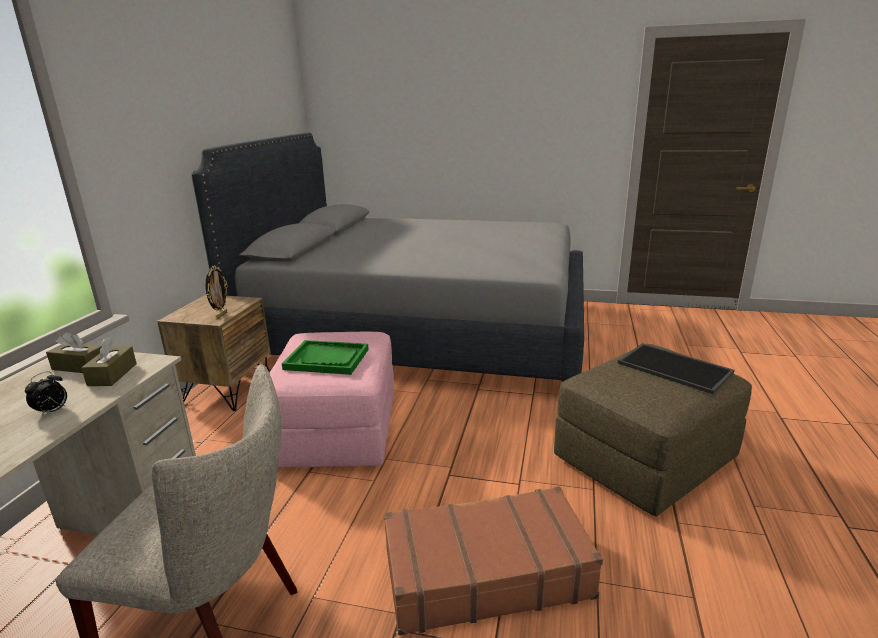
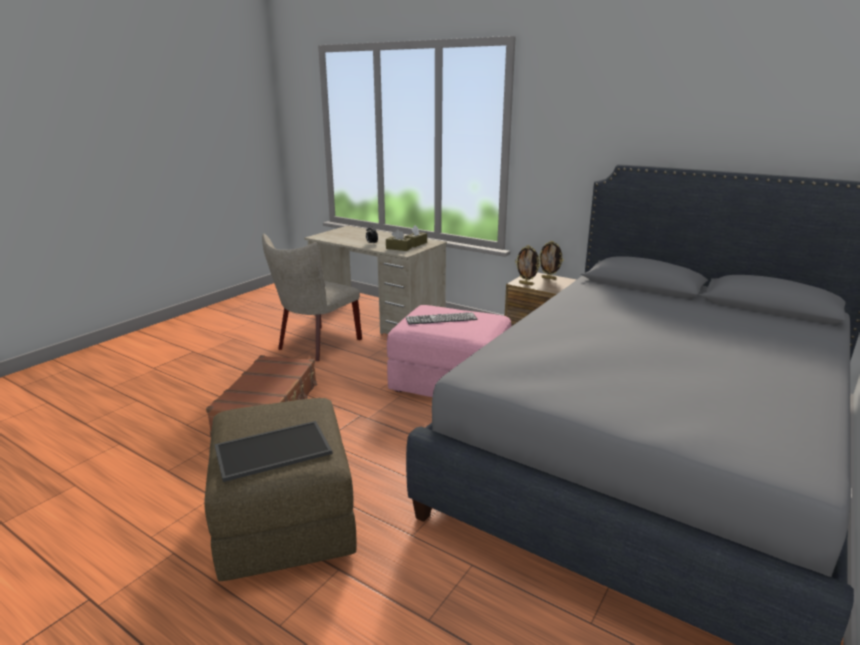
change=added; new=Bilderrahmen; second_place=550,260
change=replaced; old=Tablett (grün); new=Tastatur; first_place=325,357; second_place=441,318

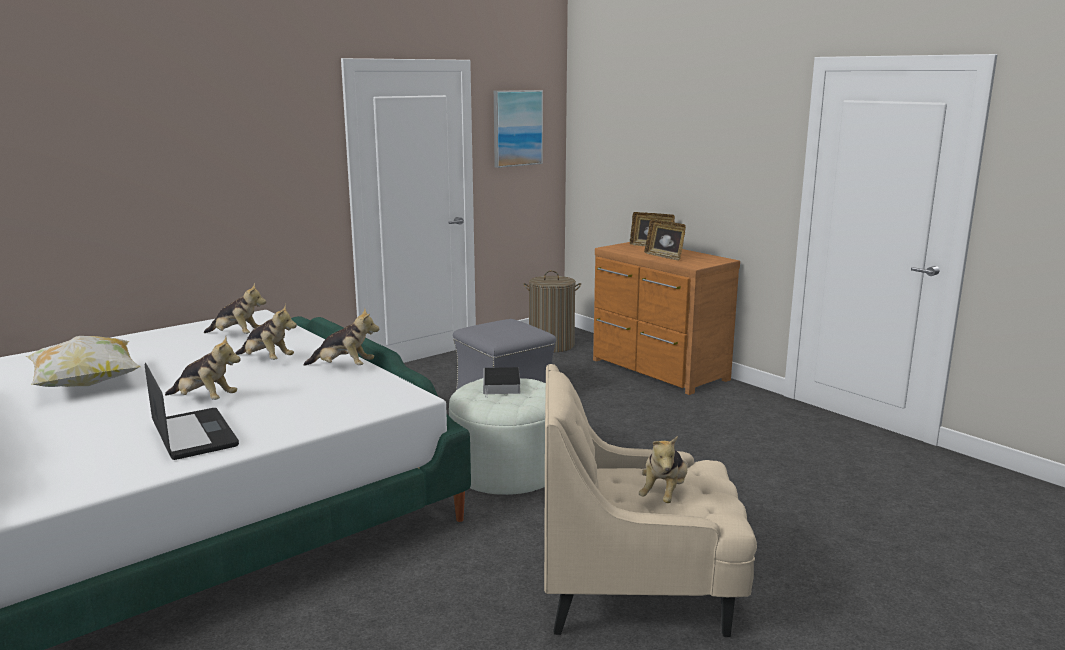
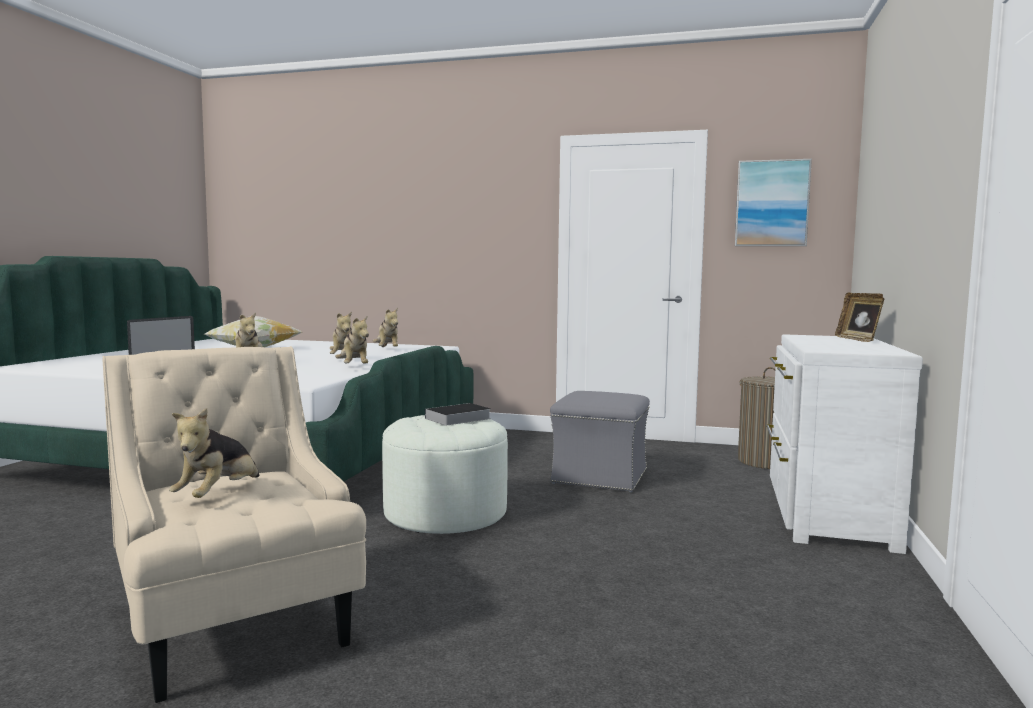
change=removed; old=Bilderrahmen; first_place=665,240
change=recoloured; old=Kommode (braun); new=Kommode (weiß); first_place=666,318; second_place=844,444
change=turned; old=Plüschtier; first_place=663,469; second_place=214,453; degrees=-60

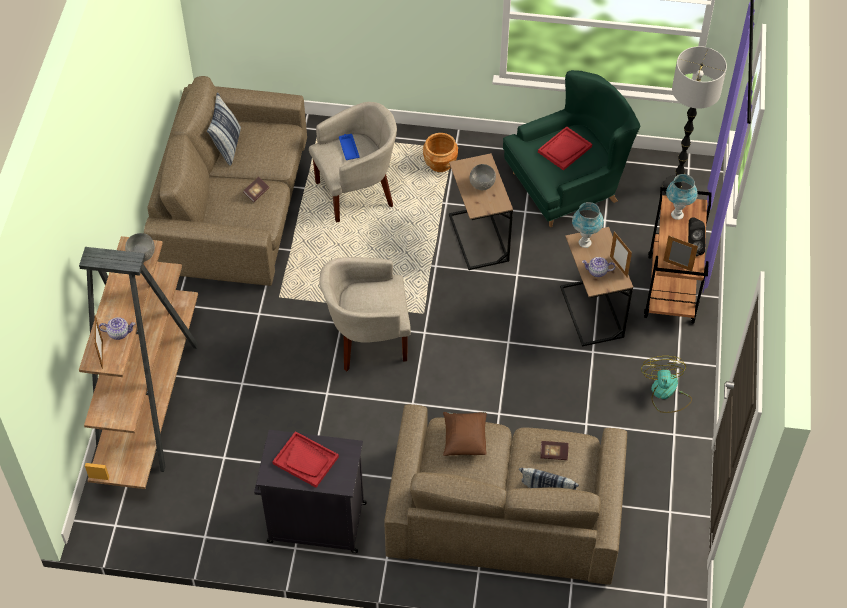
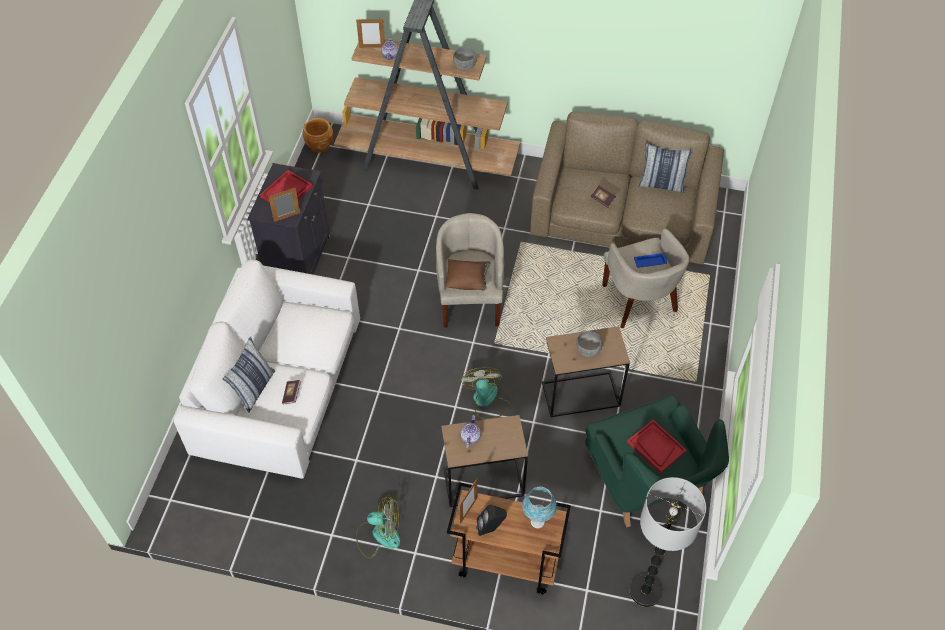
change=removed; old=Tischlampe (blau); first_place=588,225
change=added; new=Ventilator; second_place=486,393
change=moved; old=Pflanzkübel (braun); first_place=440,152; second_place=317,135
change=moved; old=Kissen (braun); first_place=465,434; second_place=467,274
change=moved; old=Bilderrahmen; first_place=621,254; second_place=284,205
change=recoloured; old=Sofa (braun); new=Sofa (weiß); first_place=505,494; second_place=267,369

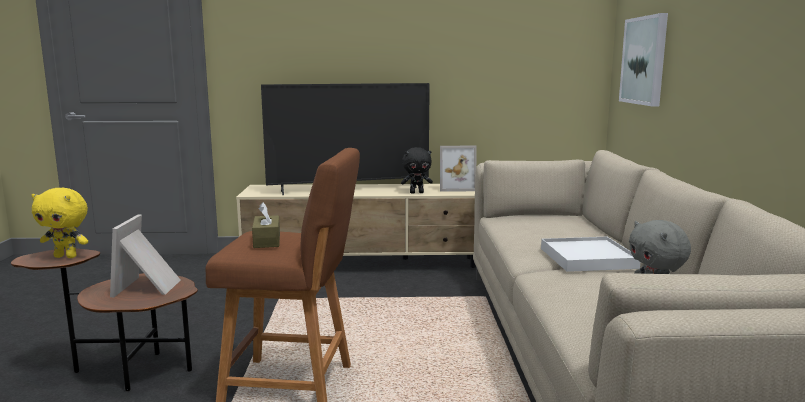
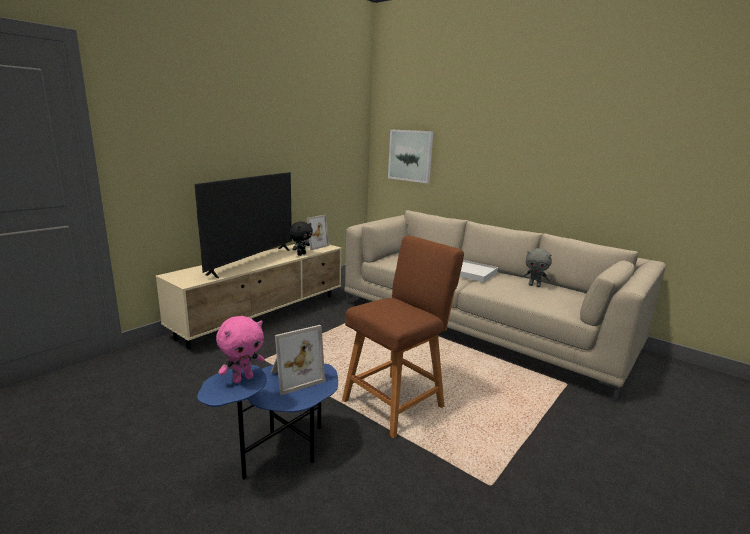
change=removed; old=Taschentuchbox (braun); first_place=266,225
change=recoloured; old=Beistelltisch (braun); new=Beistelltisch (blau); first_place=104,320; second_place=267,422
change=recoloured; old=Plüschtier (gelb); new=Plüschtier (rosa); first_place=60,223; second_place=240,350
change=turned; old=Bilderrahmen; first_place=145,255; second_place=297,360; degrees=-75

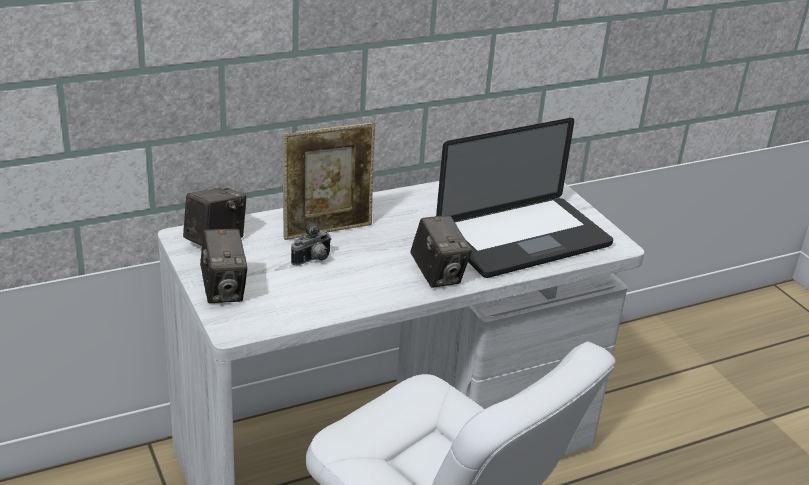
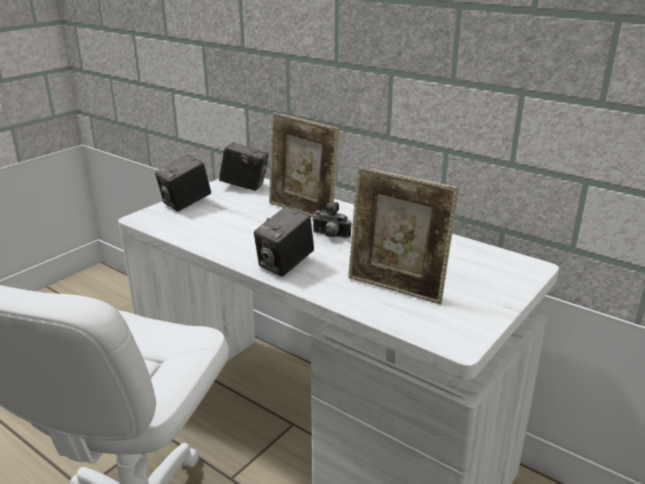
change=moved; old=Kamera; first_place=311,243; second_place=331,220
change=replaced; old=Laptop; new=Bilderrahmen; first_place=524,198; second_place=403,235

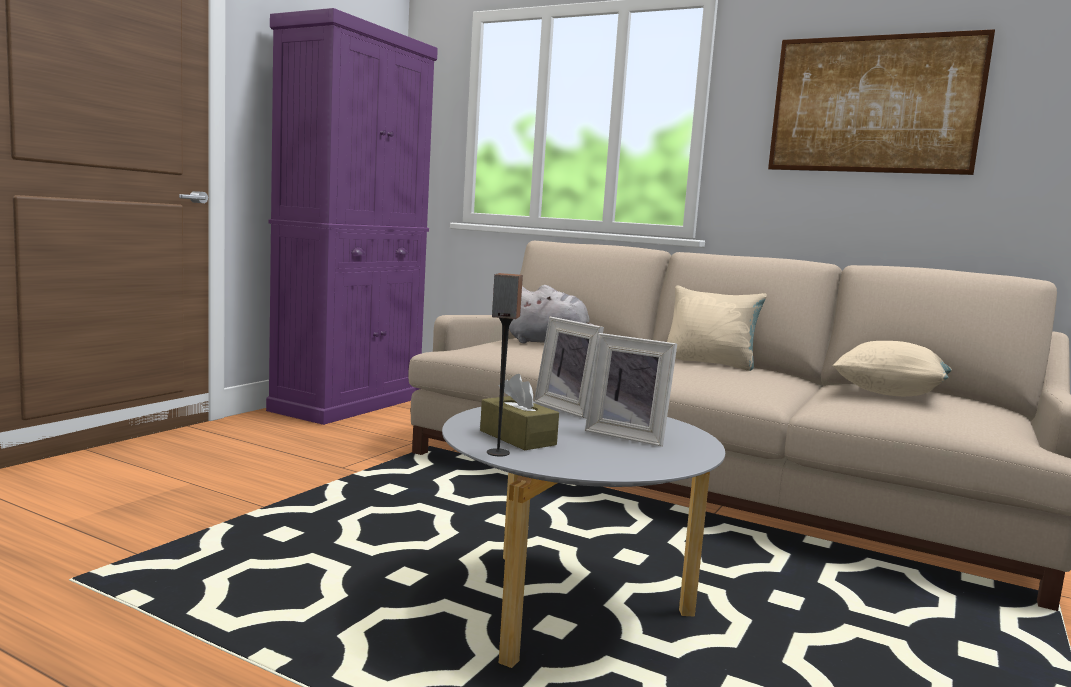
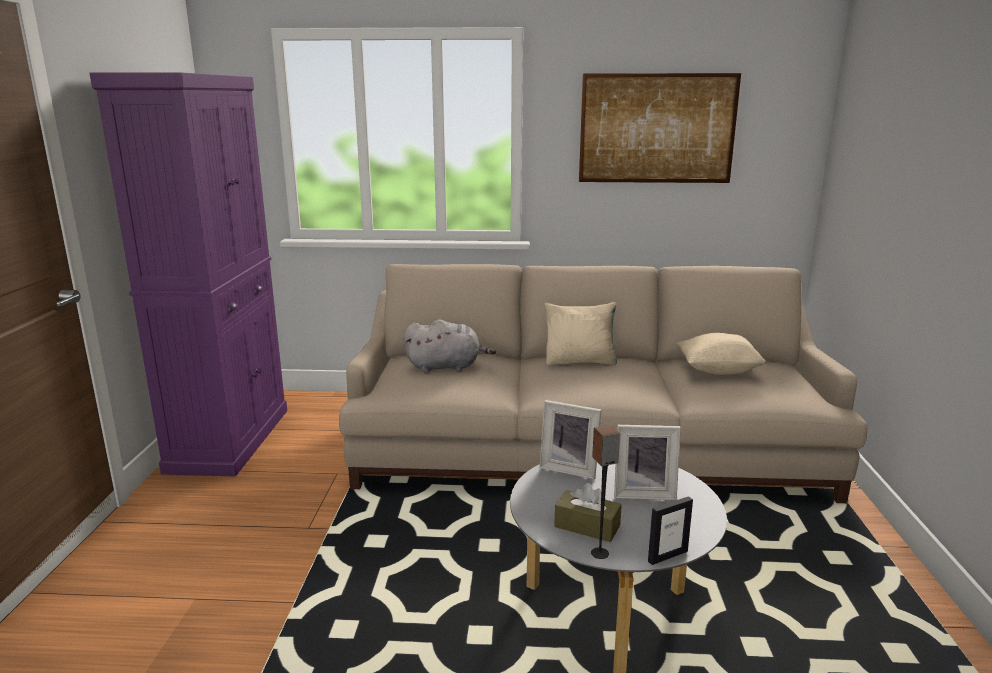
change=added; new=Bilderrahmen; second_place=670,530

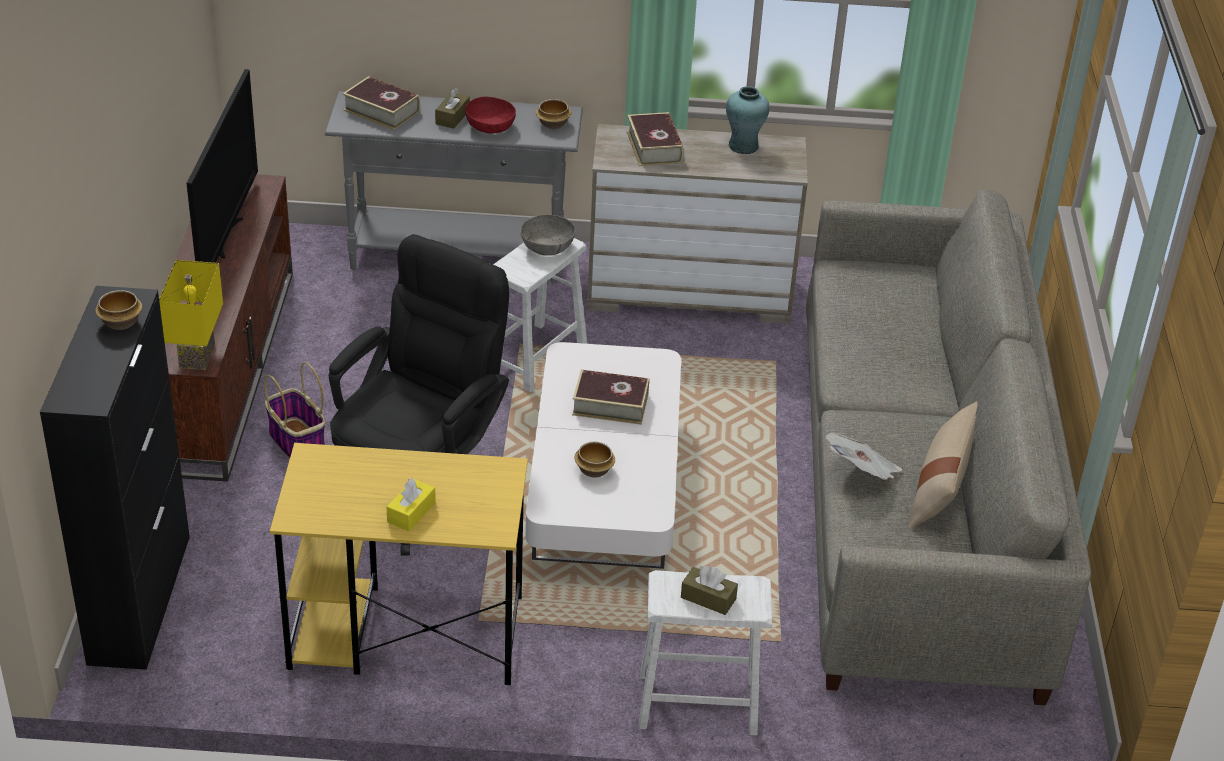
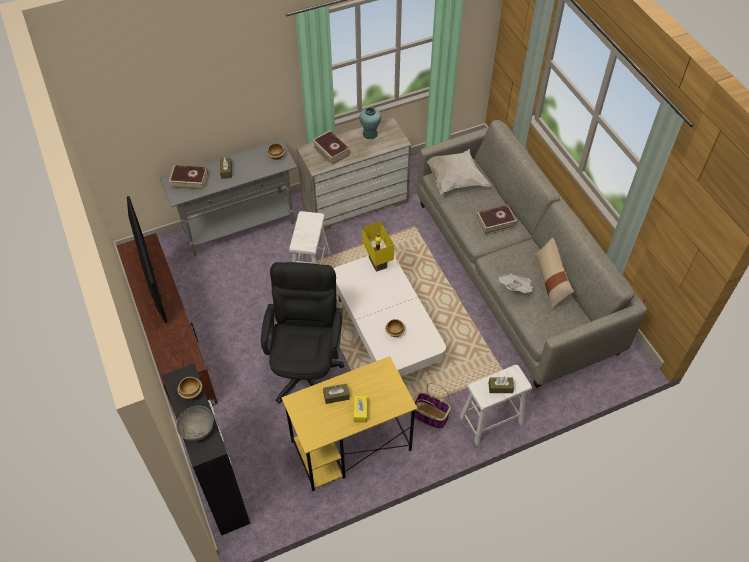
change=removed; old=Schüssel (rot); first_place=490,115
change=added; new=Taschentuchbox (braun); second_place=336,394
change=added; new=Kissen (weiß); second_place=459,171
change=moved; old=Tischlampe (gelb); first_place=191,315; second_place=378,246
change=moved; old=Korb; first_place=294,410; second_place=432,406
change=moved; old=Schüssel (grau); first_place=547,235; second_place=195,423
change=moved; old=Buch; first_place=610,397; second_place=496,220

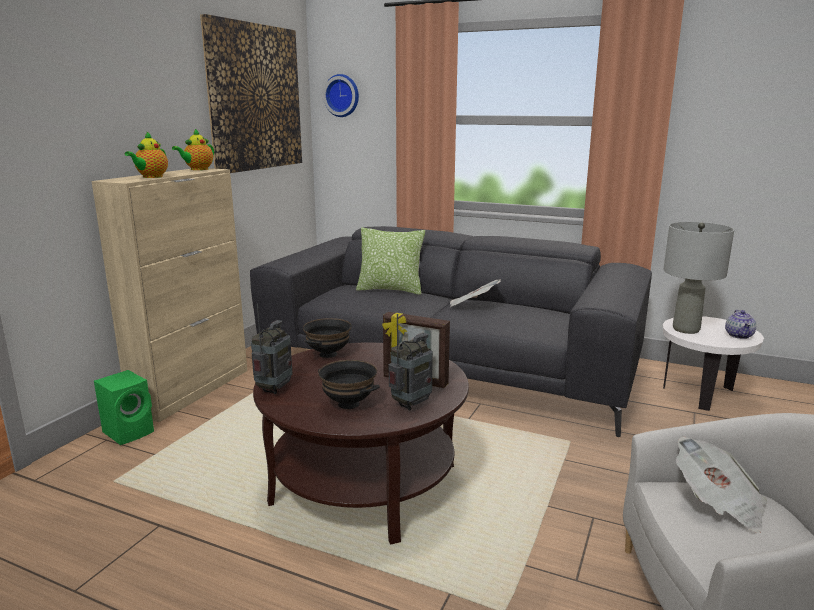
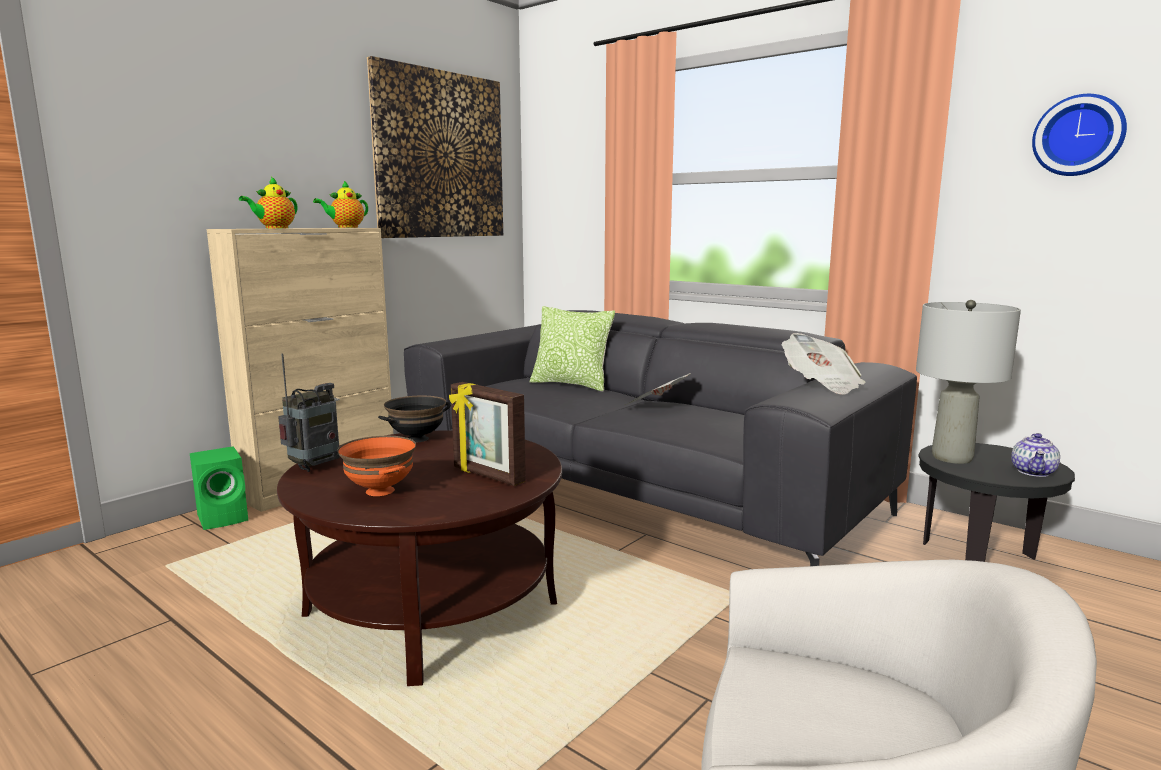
change=removed; old=Radio; first_place=411,362
change=moved; old=Wanduhr; first_place=341,95; second_place=1079,135
change=moved; old=Zeitung; first_place=721,484; second_place=824,364
change=recoloured; old=Schüssel (schwarz); new=Schüssel (orange); first_place=349,384; second_place=377,466
change=recoloured; old=Beistelltisch (weiß); new=Beistelltisch (schwarz); first_place=713,363; second_place=996,502

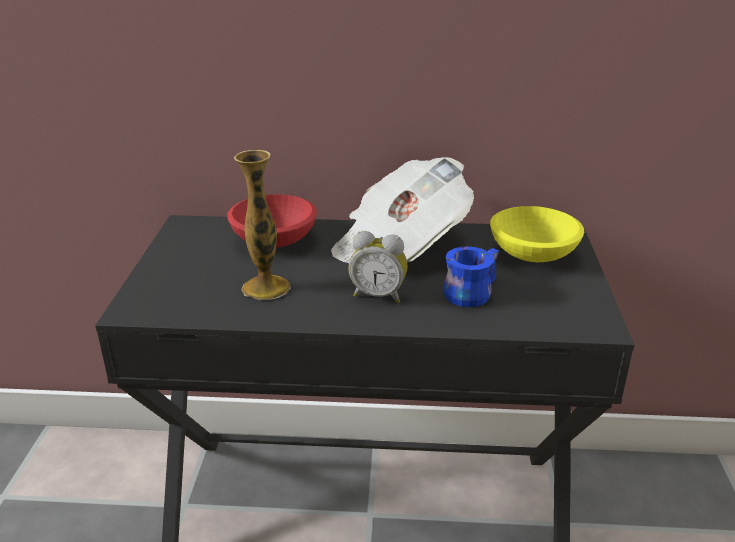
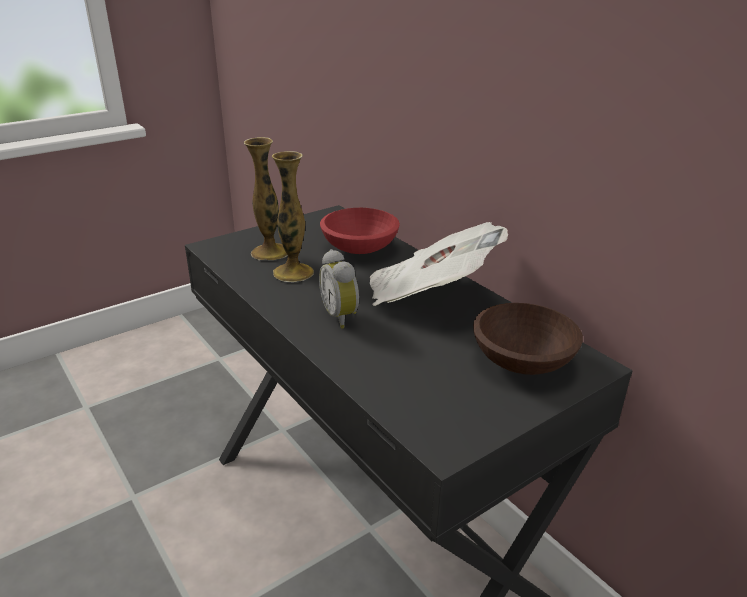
change=removed; old=Henkelbecher (blau); first_place=471,276
change=added; new=Vase; second_place=266,198
change=recoloured; old=Schüssel (gelb); new=Schüssel (braun); first_place=537,234; second_place=528,339

